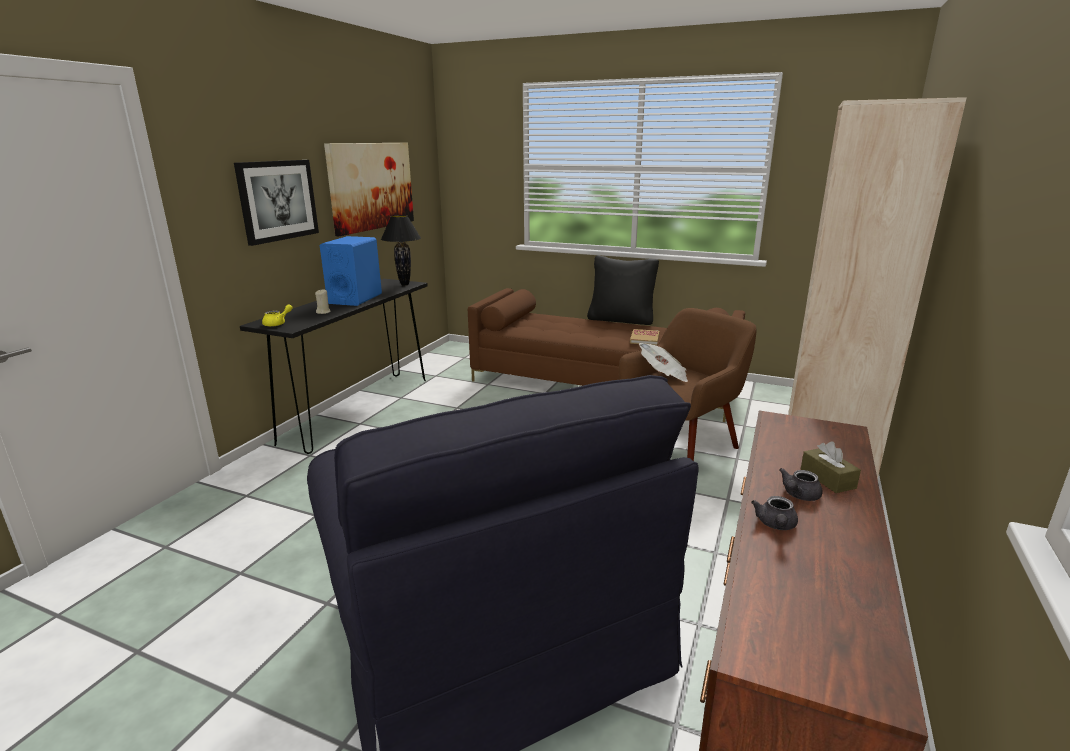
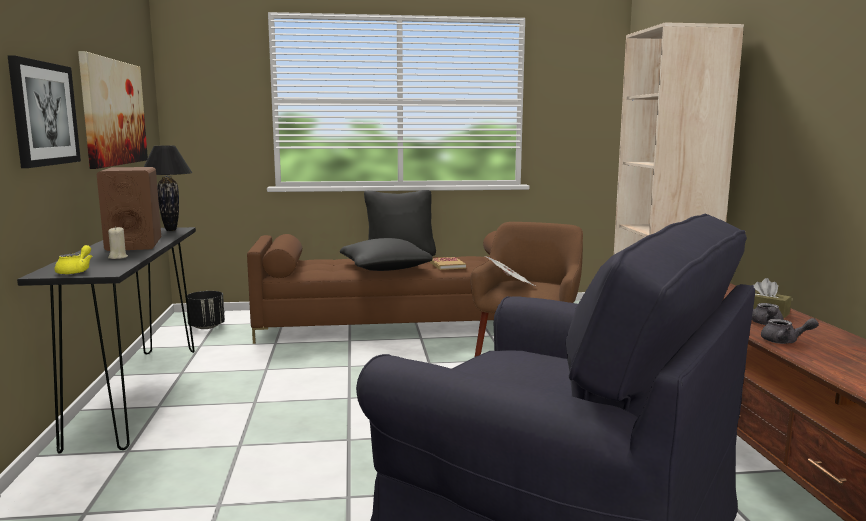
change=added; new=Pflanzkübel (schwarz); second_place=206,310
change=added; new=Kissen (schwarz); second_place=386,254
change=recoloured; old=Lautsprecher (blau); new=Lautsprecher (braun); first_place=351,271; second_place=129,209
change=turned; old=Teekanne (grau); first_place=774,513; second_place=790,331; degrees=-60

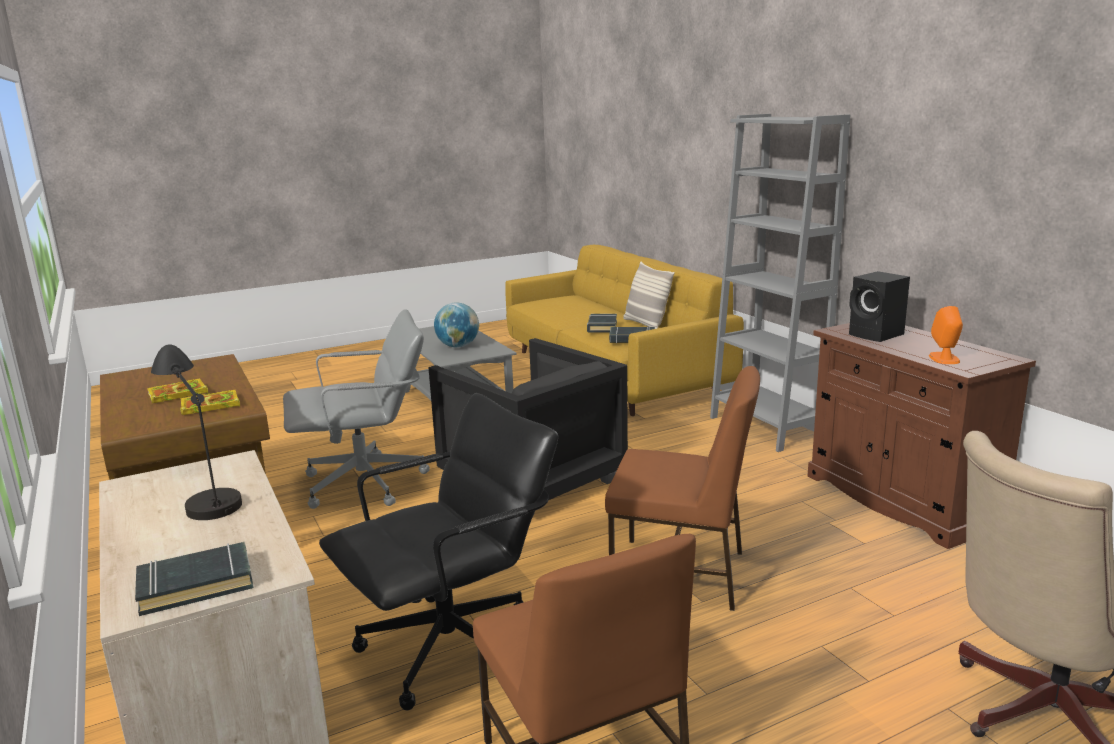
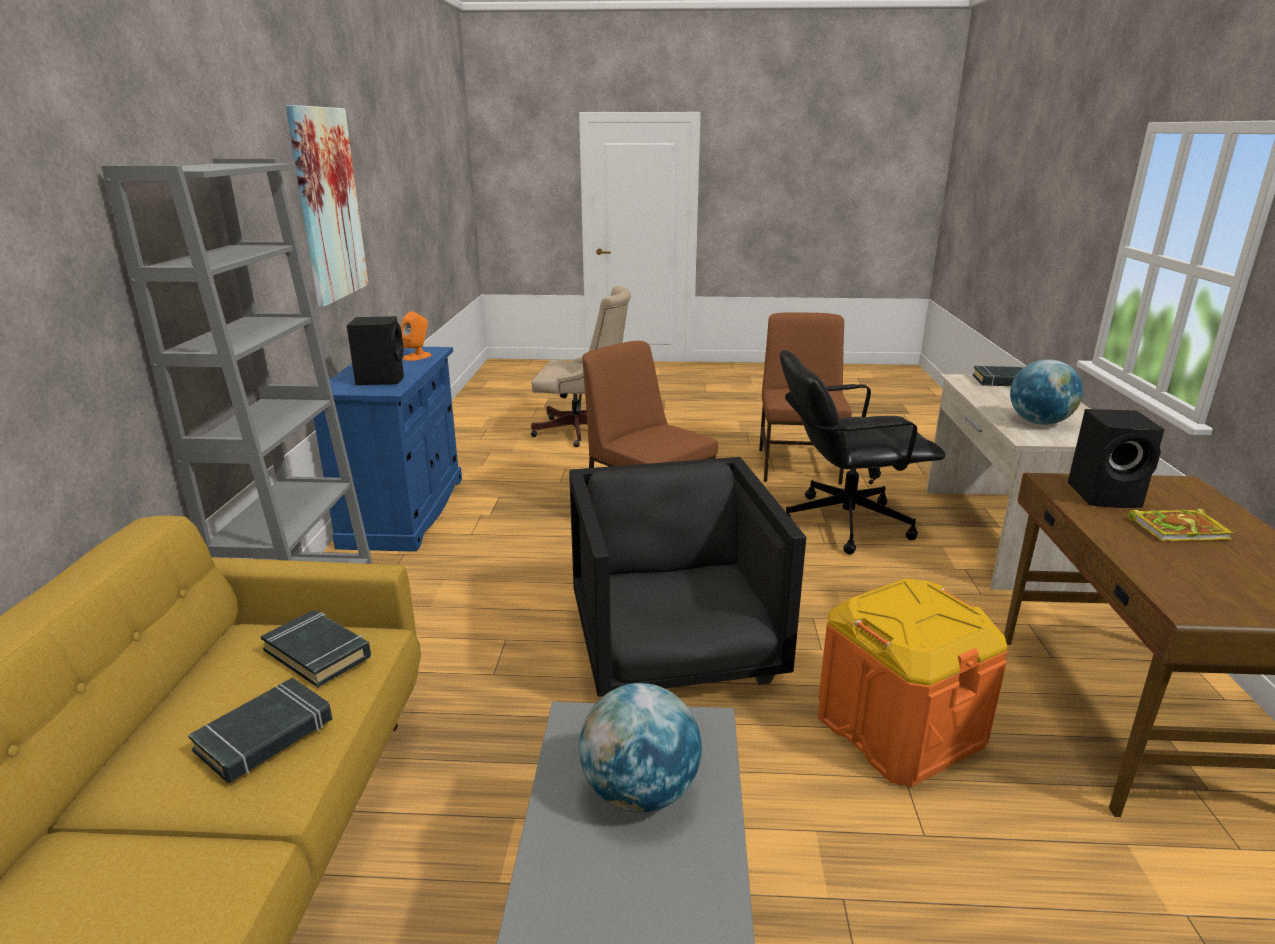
change=removed; old=Kissen; first_place=649,295
change=added; new=Bild; second_place=327,206
change=replaced; old=Tischlampe (schwarz); new=Globus; first_place=196,432; second_place=1046,392
change=replaced; old=Buch; new=Lautsprecher (schwarz); first_place=210,402; second_place=1116,458
change=replaced; old=Bürostuhl (grau); new=Aufbewahrungsbox (orange); first_place=356,409; second_place=913,682
change=recoloured; old=Schrank (braun); new=Schrank (blau); first_place=922,436; second_place=388,449

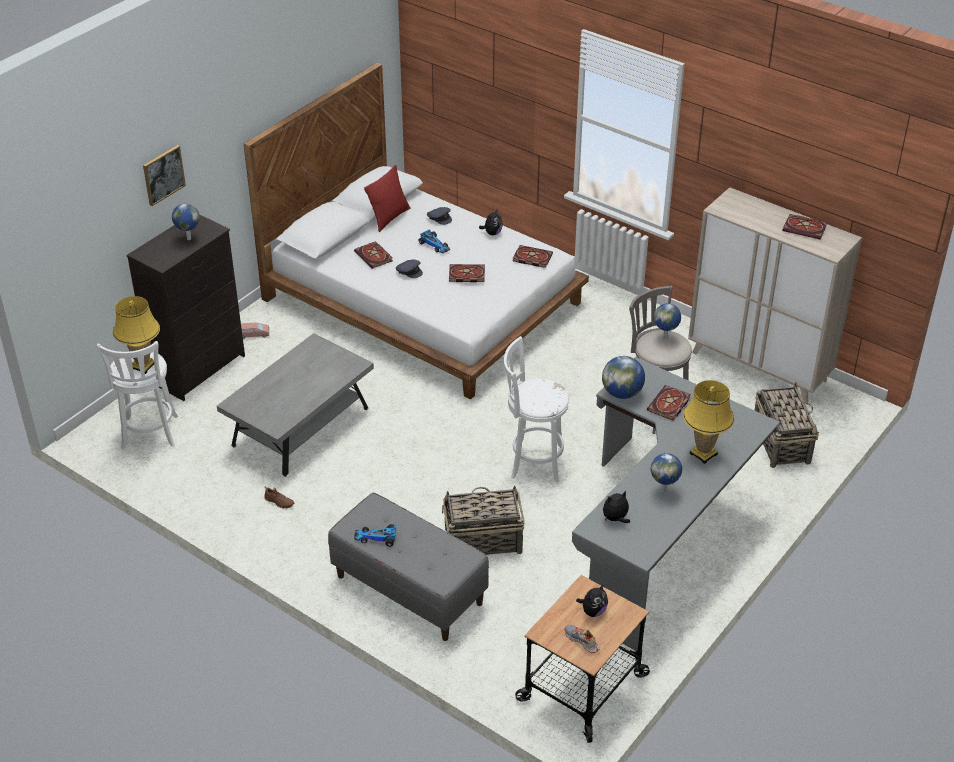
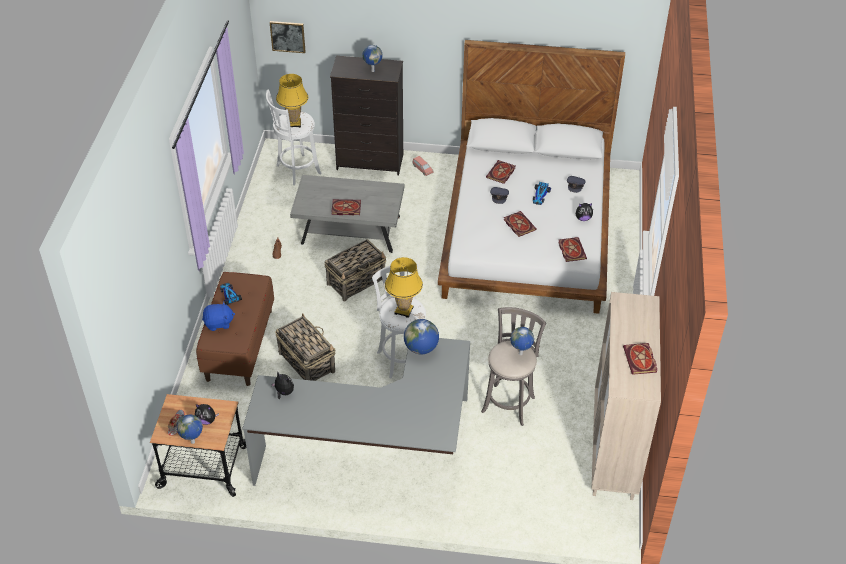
change=removed; old=Kissen (rot); first_place=387,198
change=added; new=Plüschtier (blau); second_place=218,316
change=moved; old=Bild; first_place=164,175; second_place=288,37
change=moved; old=Buch; first_place=669,402; second_place=346,207
change=moved; old=Globus; first_place=666,473; second_place=190,429
change=moved; old=Tischlampe (gelb); first_place=708,422; second_place=404,287
change=moved; old=Korb; first_place=787,425; second_place=355,270
change=recoloured; old=Bank (grau); new=Bank (braun); first_place=408,567; second_place=235,329

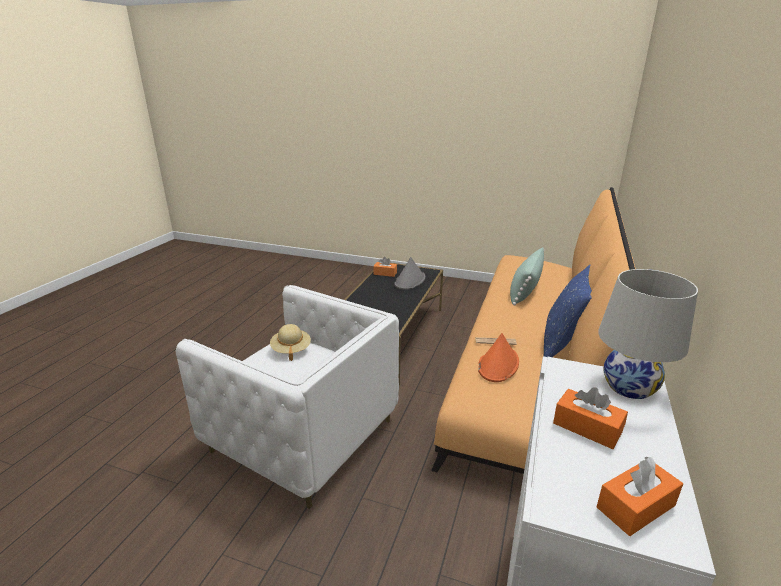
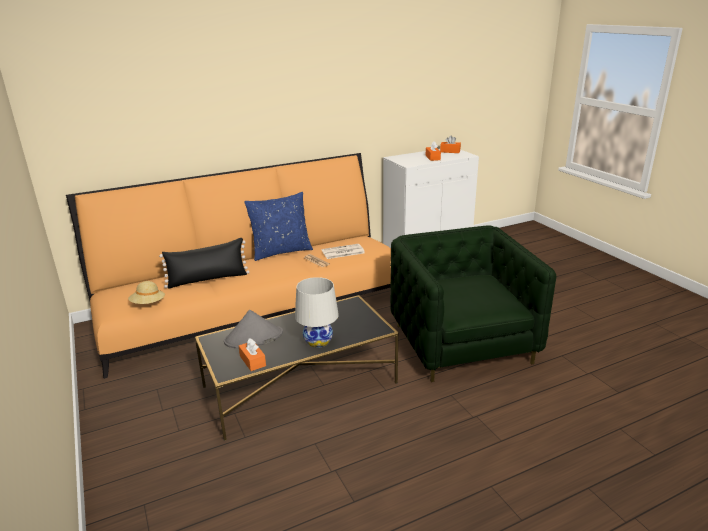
change=moved; old=Hut (beige); first_place=290,342; second_place=146,292
change=moved; old=Tischlampe (weiß); first_place=648,334; second_place=317,312
change=replaced; old=Hut (orange); new=Zeitung; first_place=498,357; second_place=343,251
change=recoloured; old=Sessel (weiß); new=Sessel (grün); first_place=287,397; second_place=473,303
change=recoloured; old=Kissen (grün); new=Kissen (schwarz); first_place=527,276; second_place=204,263

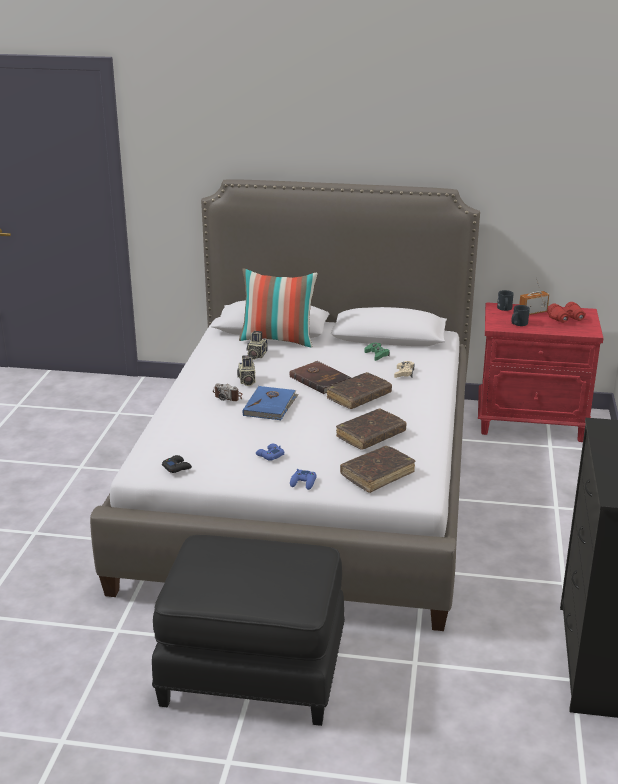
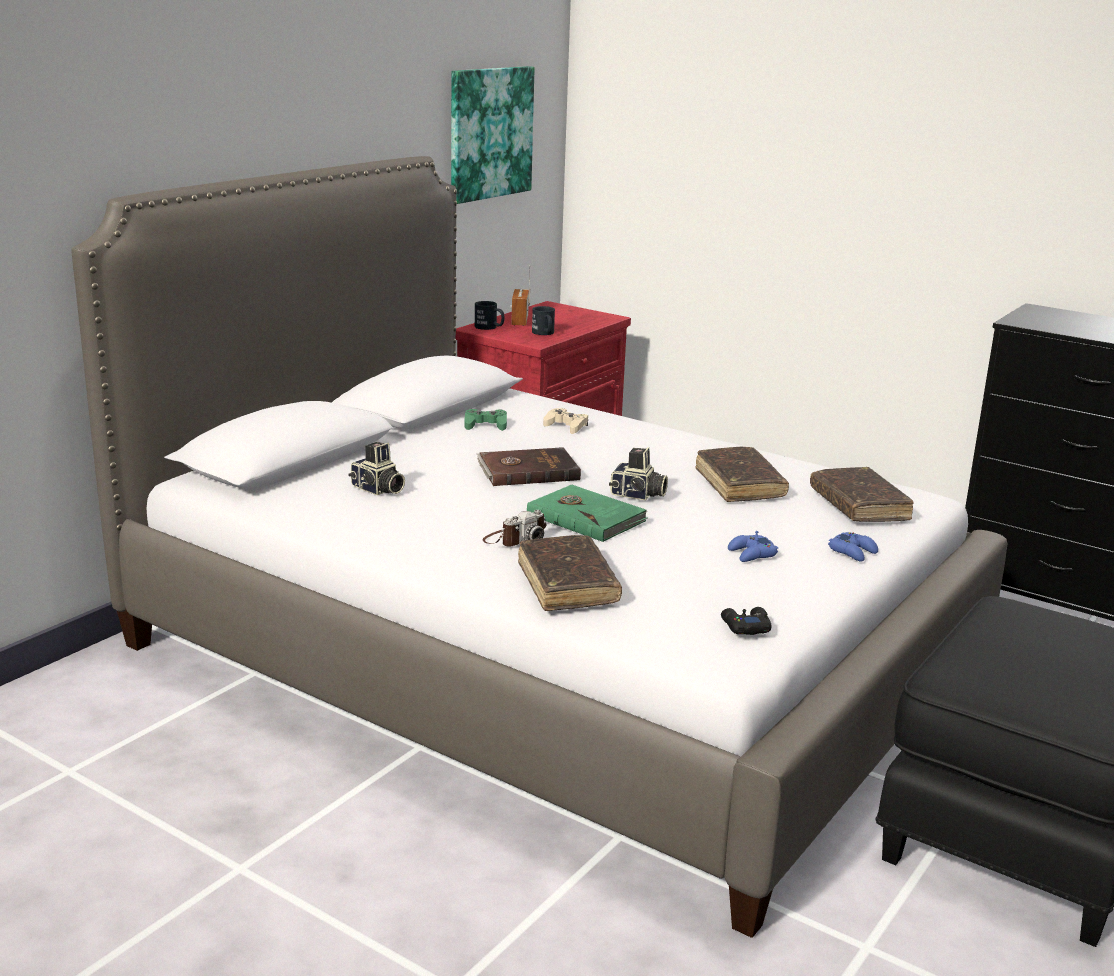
change=removed; old=Kissen; first_place=278,308
change=removed; old=Fernglas (rot); first_place=566,312
change=added; new=Bild; second_place=493,135
change=moved; old=Kamera; first_place=246,370; second_place=638,473
change=moved; old=Buch (braun); first_place=359,390; second_place=570,573
change=recoloured; old=Buch (blau); new=Buch (grün); first_place=270,403; second_place=587,513

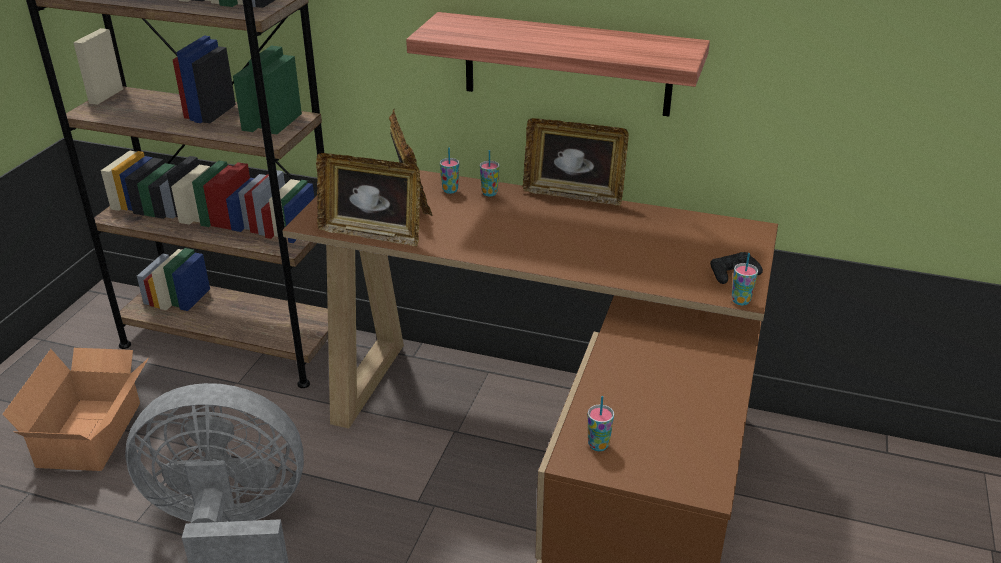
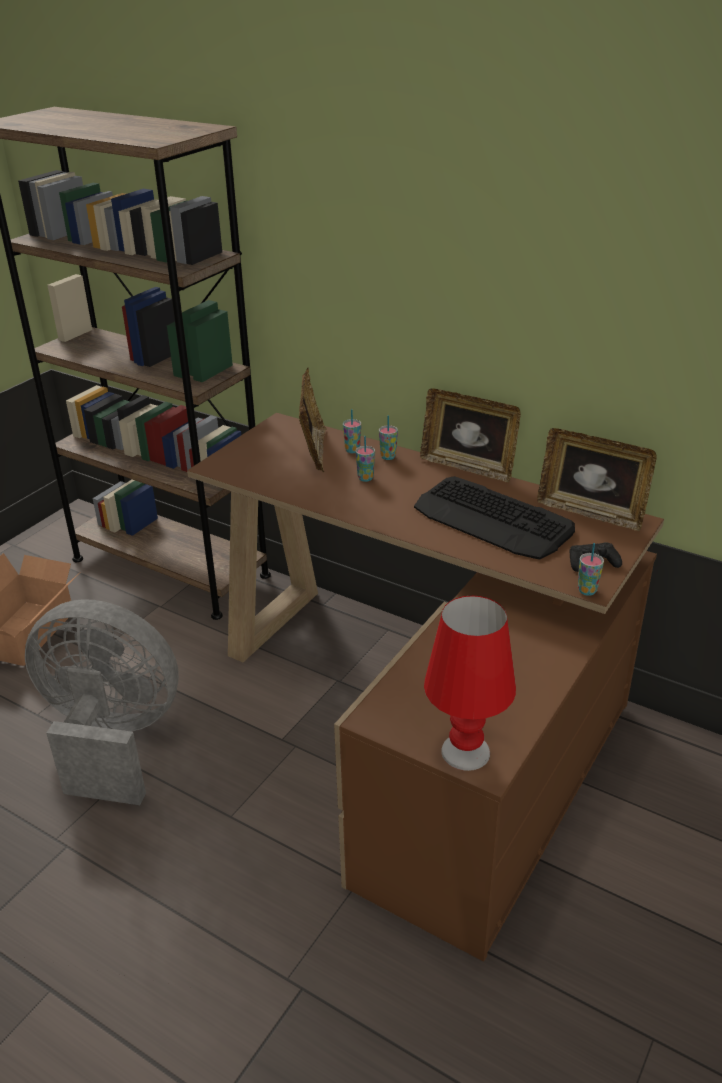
change=removed; old=Wandregal; first_place=558,64
change=added; new=Tastatur; second_place=494,518
change=added; new=Tischlampe (rot); second_place=470,683
change=moved; old=Bilderrahmen; first_place=368,200; second_place=597,479
change=moved; old=Tasse; first_place=601,423; second_place=365,459

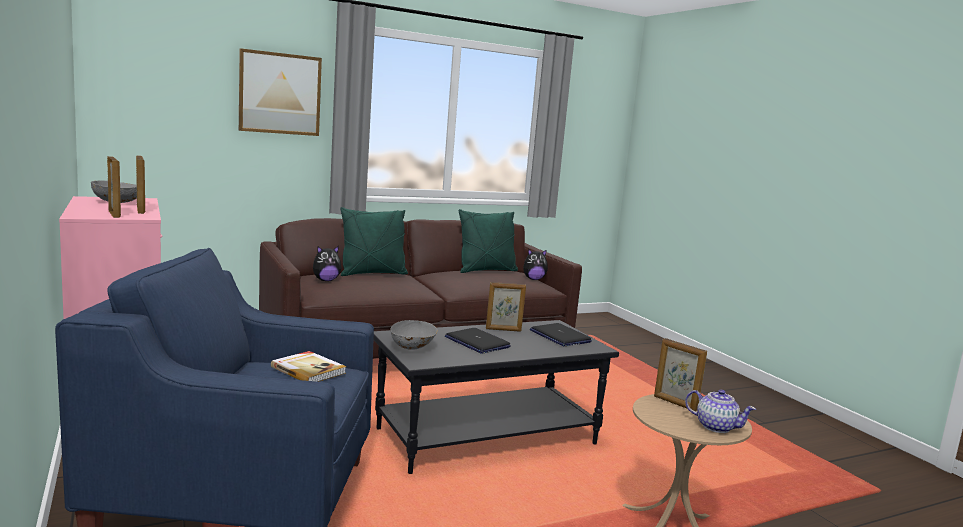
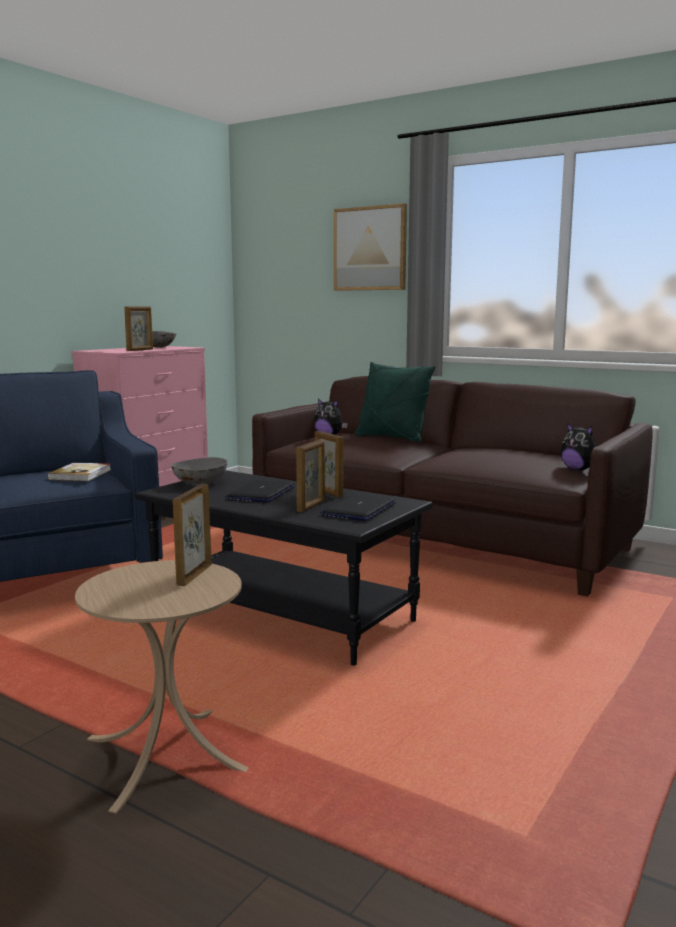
change=removed; old=Kissen (grün); first_place=488,241
change=removed; old=Teekanne; first_place=720,411
change=moved; old=Bilderrahmen; first_place=114,187; second_place=310,476

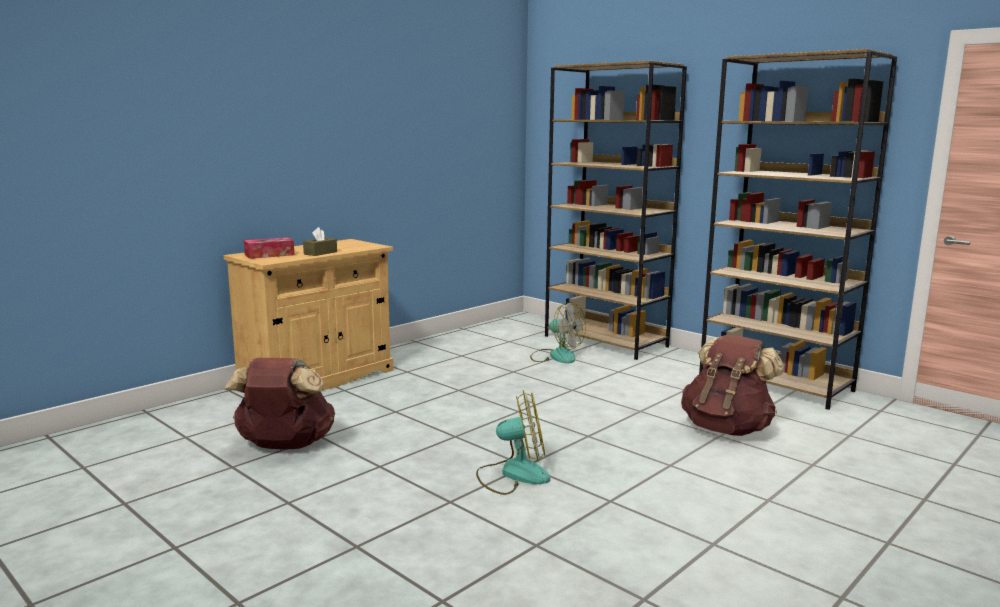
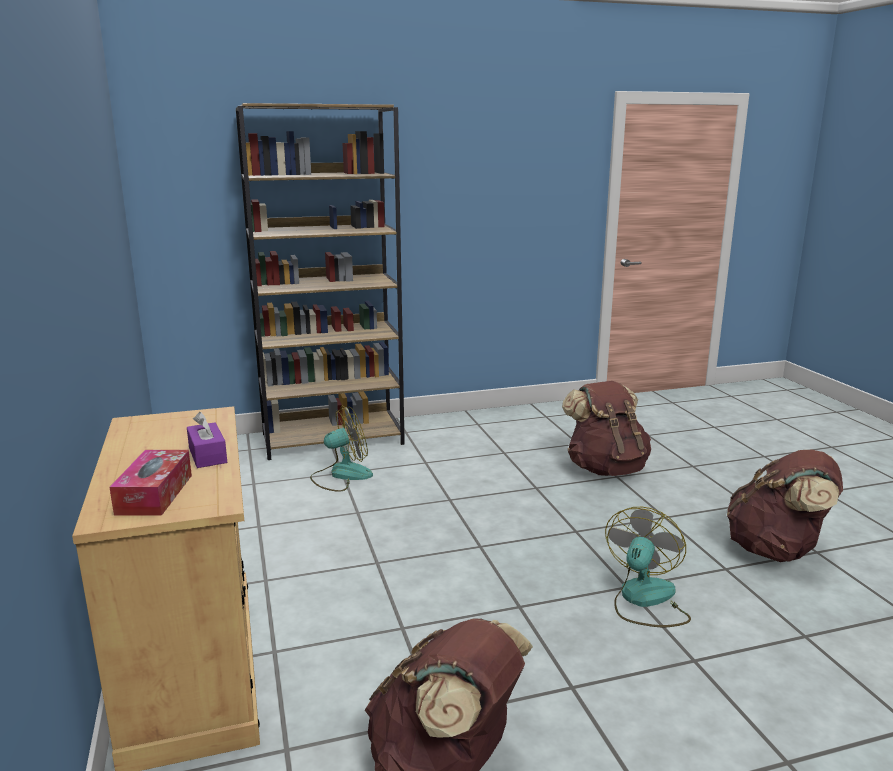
change=removed; old=Bücherregal (braun); first_place=798,229
change=added; new=Rucksack (braun); second_place=785,506
change=recoloured; old=Taschentuchbox (braun); new=Taschentuchbox (lila); first_place=320,241; second_place=207,440

